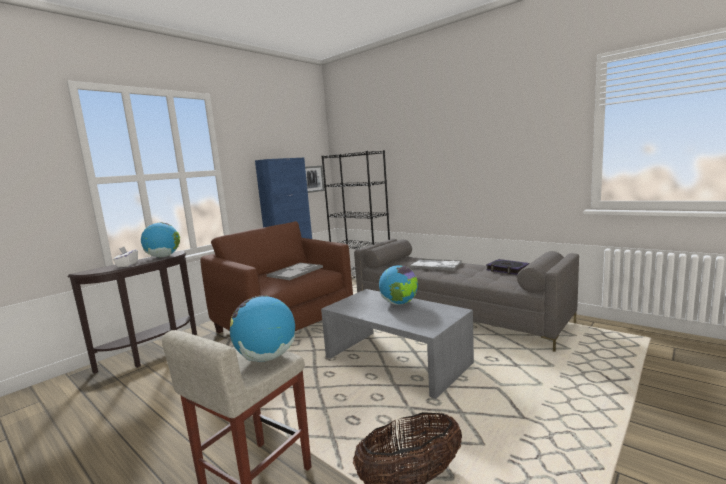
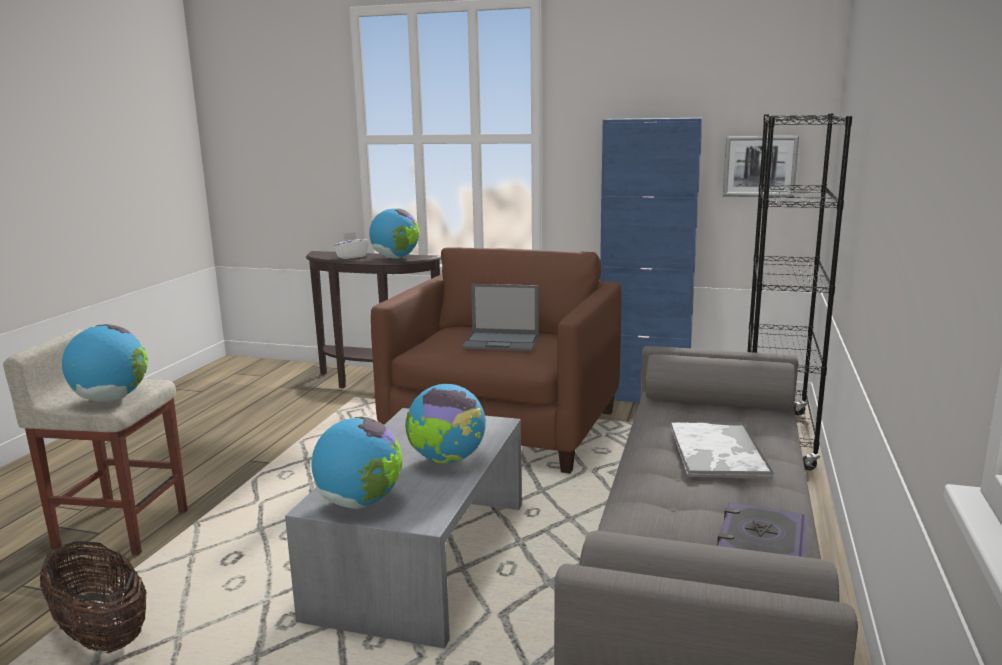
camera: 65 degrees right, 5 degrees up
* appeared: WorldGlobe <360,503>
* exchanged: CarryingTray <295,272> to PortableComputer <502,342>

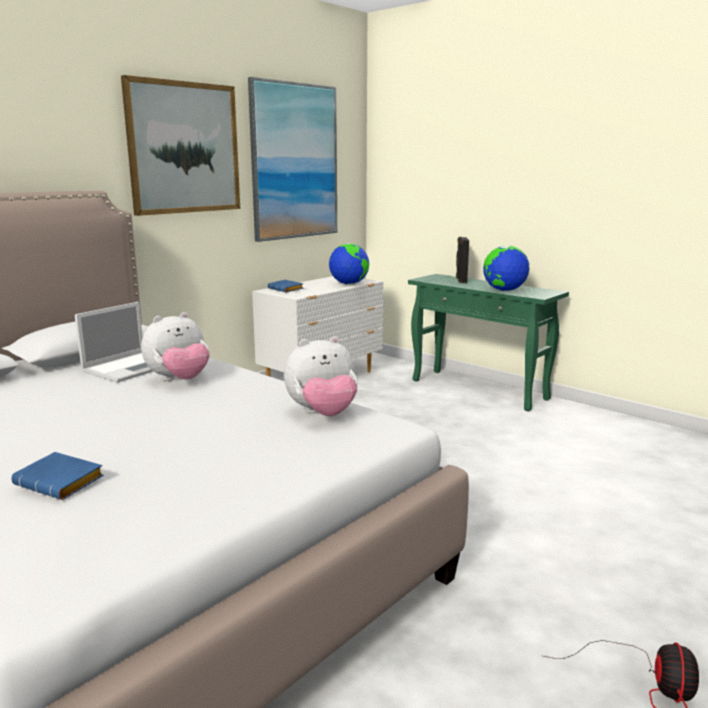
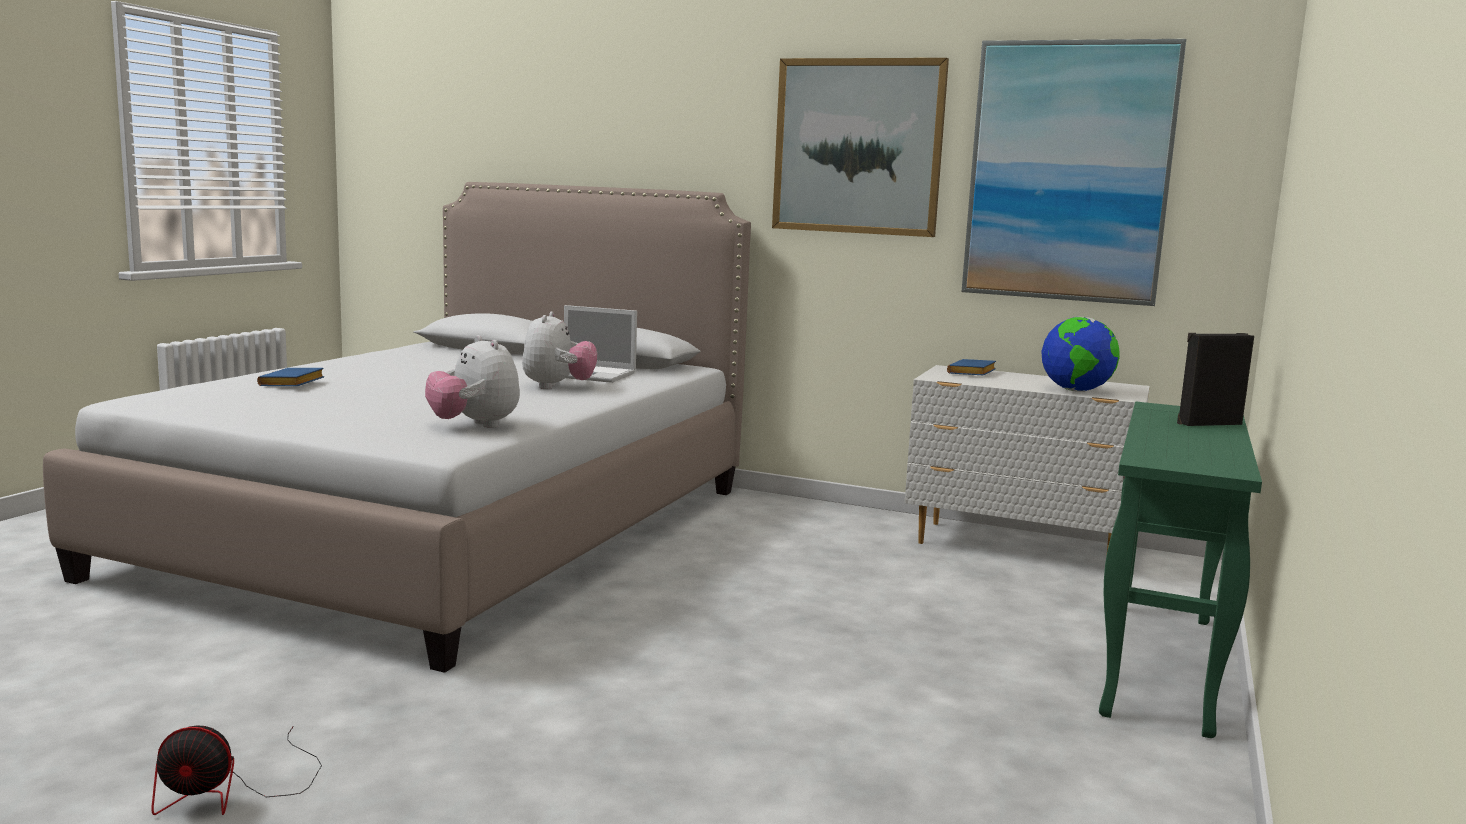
camera: 70 degrees right, 5 degrees down
* missing: WorldGlobe <504,290>
* spun: SoftToy <179,380> = <557,387> 120 degrees counterclockwise

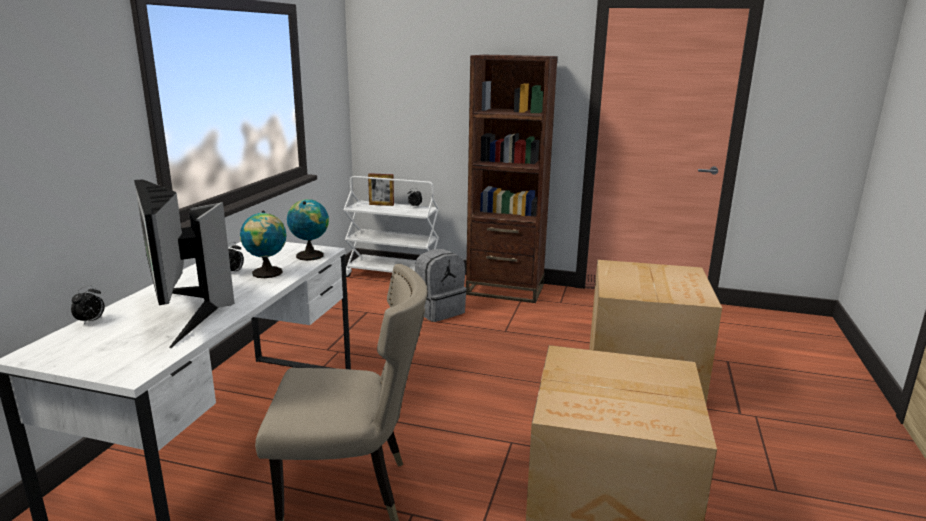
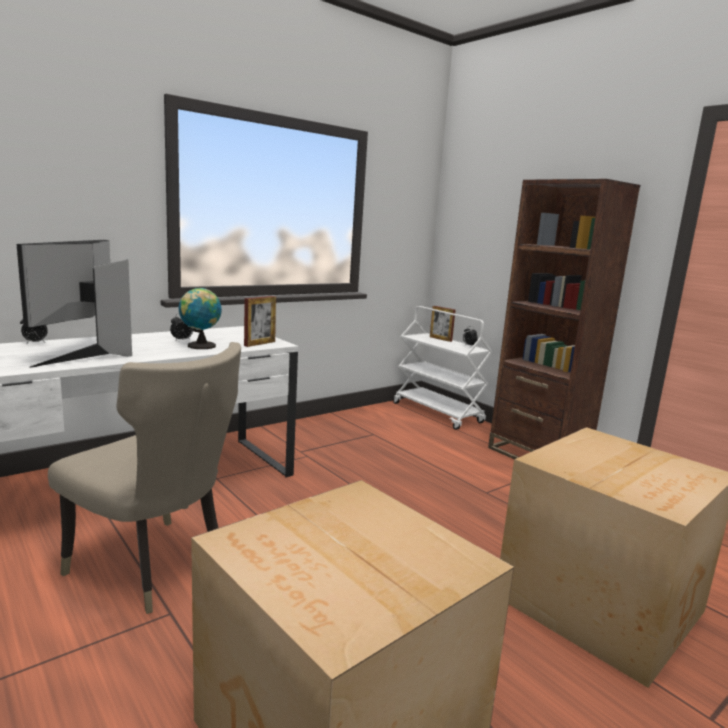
camera: 35 degrees right, 5 degrees down
* missing: GreyRucksack <438,311>
* exchanged: WorldGlobe <310,255> to PhotoFrame <259,343>

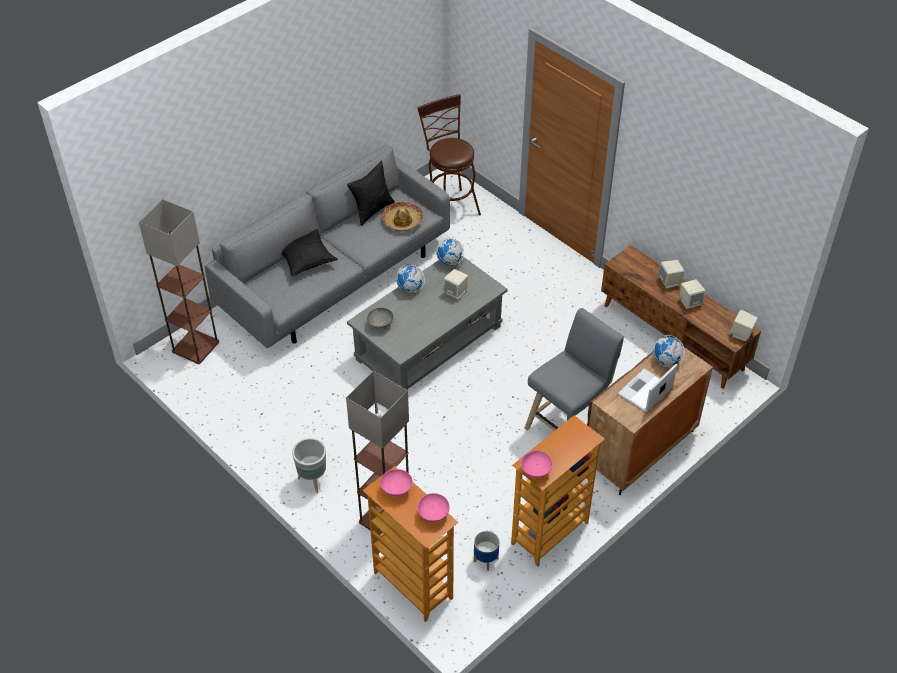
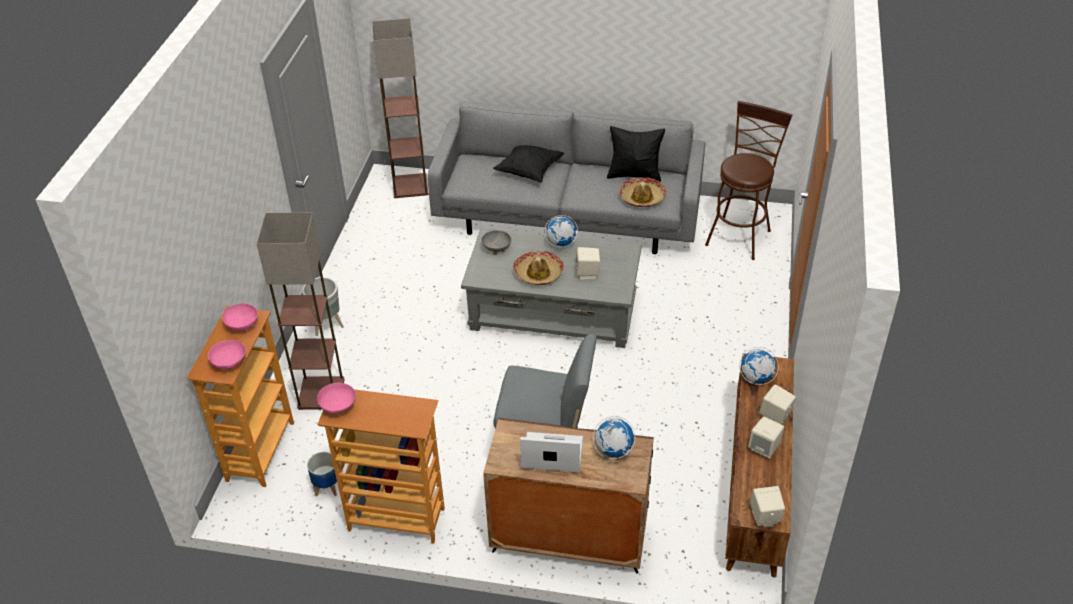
camera: 55 degrees right, 5 degrees down
* appeared: WearableHat <538,273>
* relocated: WorldGlobe <449,261> to <756,378>

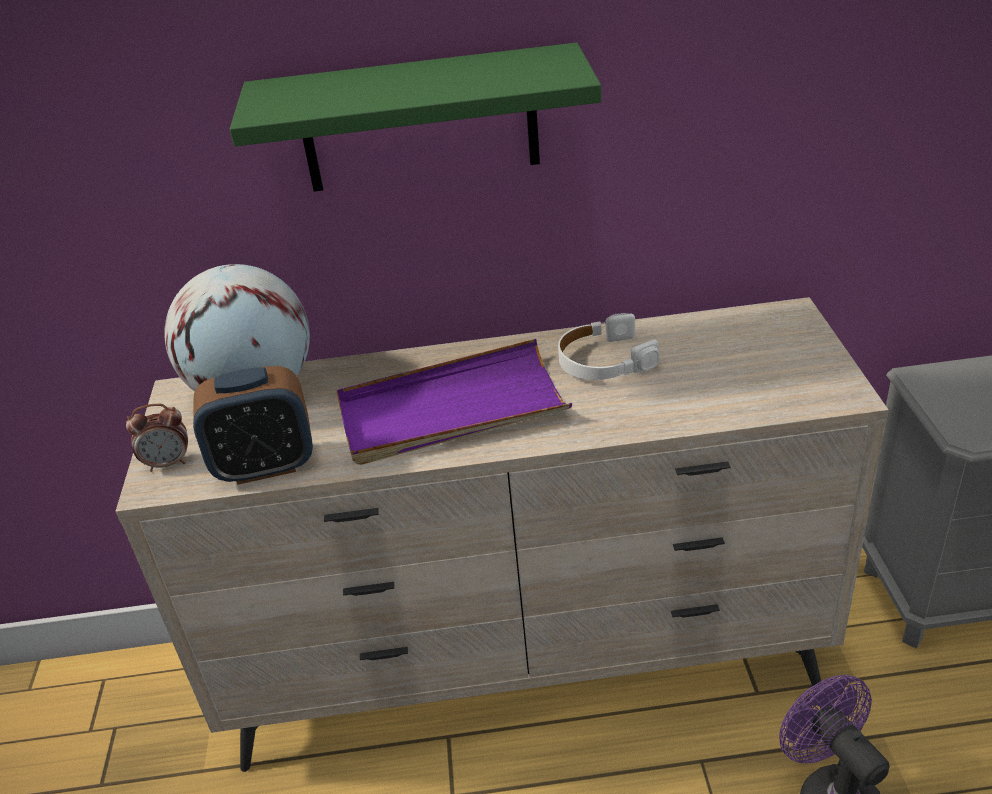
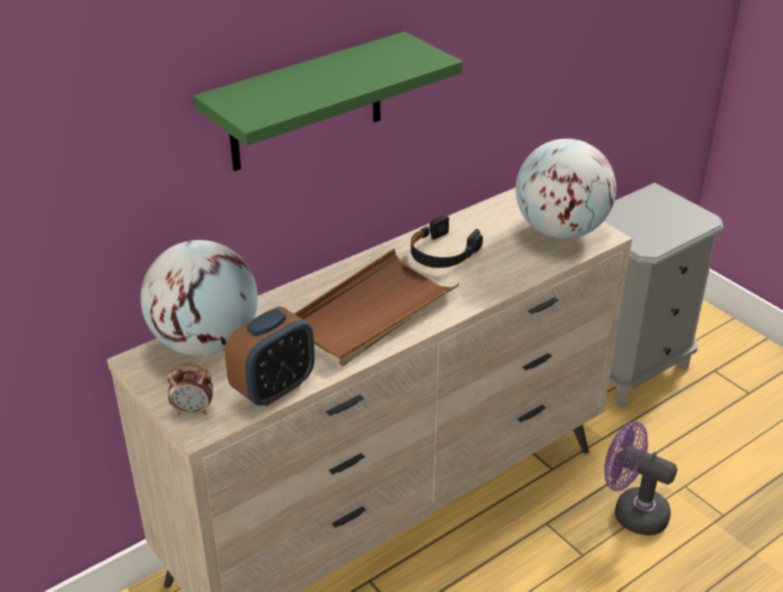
camera: 35 degrees left, 0 degrees up
* appeared: WorldGlobe <560,231>
* colour: PurplishCarryingTray <451,410> to BrownishCarryingTray <370,312>
* colour: WhitishPairOfHeadphones <604,361> to BlackColouredPairOfHeadphones <442,253>
* spun: TableClock <168,463> = <193,410> 45 degrees clockwise

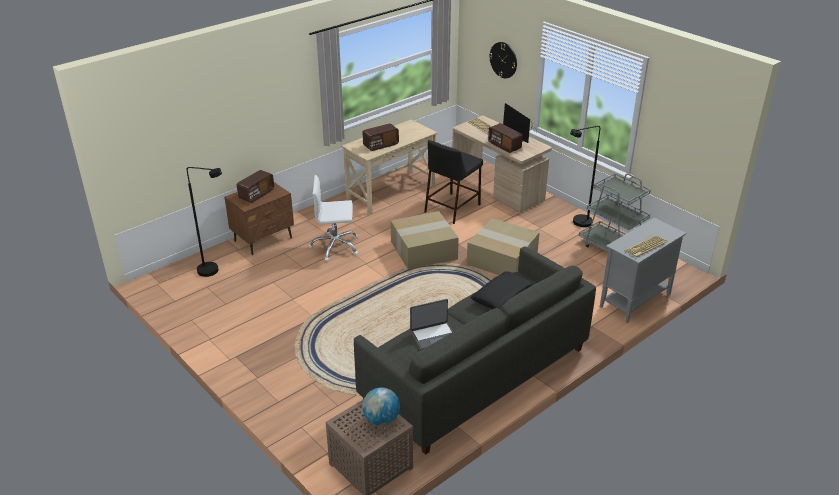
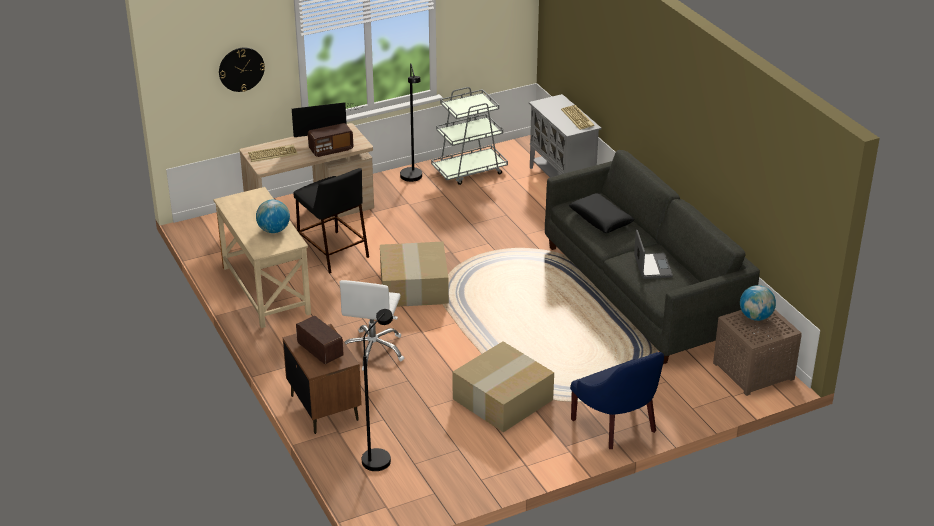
camera: 75 degrees left, 0 degrees up
* appeared: BluishEasyChair <617,424>
* relocated: CardboardBox <501,259> to <502,400>
* exchanged: RadioReceiver <381,145> to WorldGlobe <274,230>

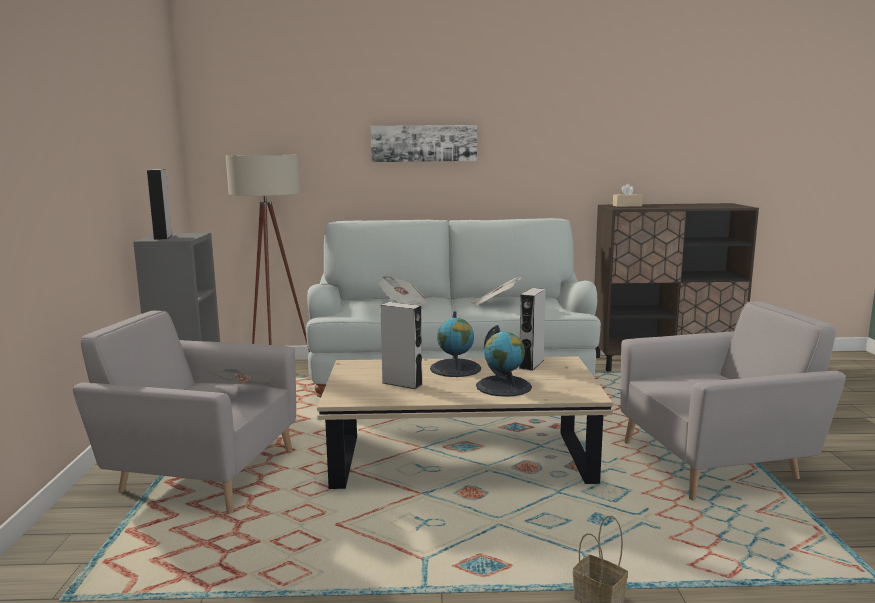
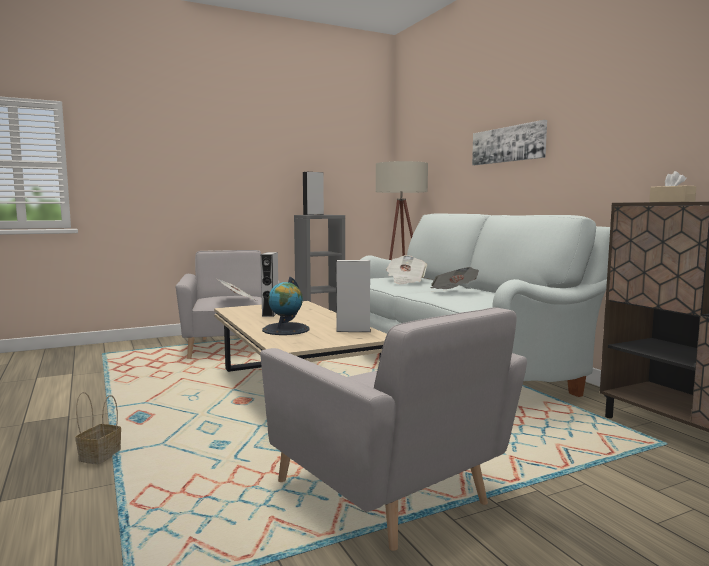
camera: 65 degrees right, 5 degrees down
* missing: WorldGlobe <455,368>

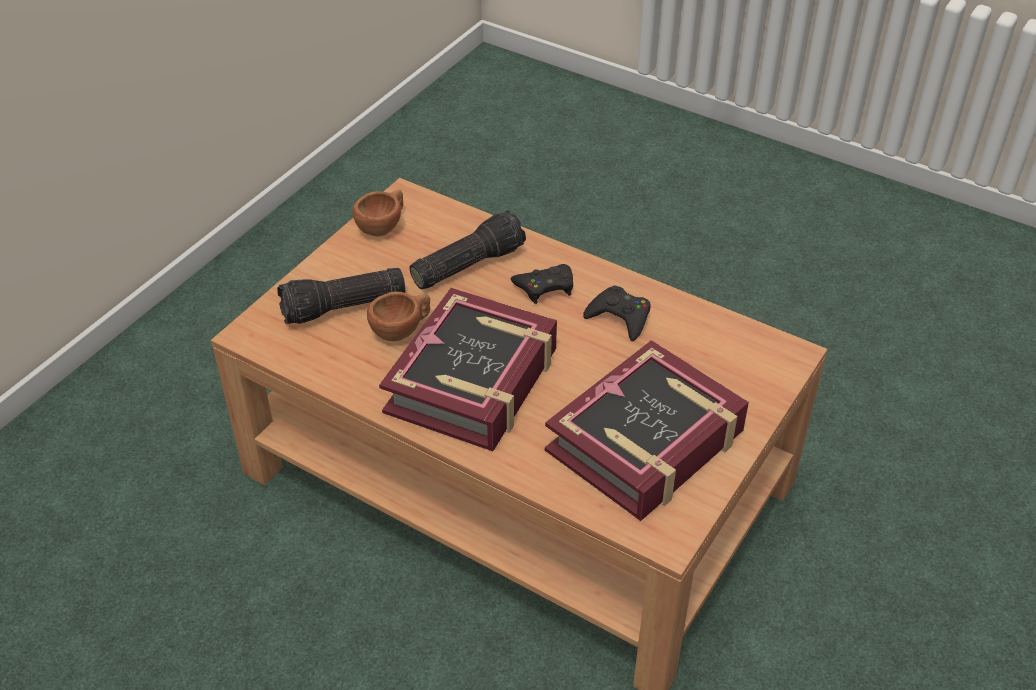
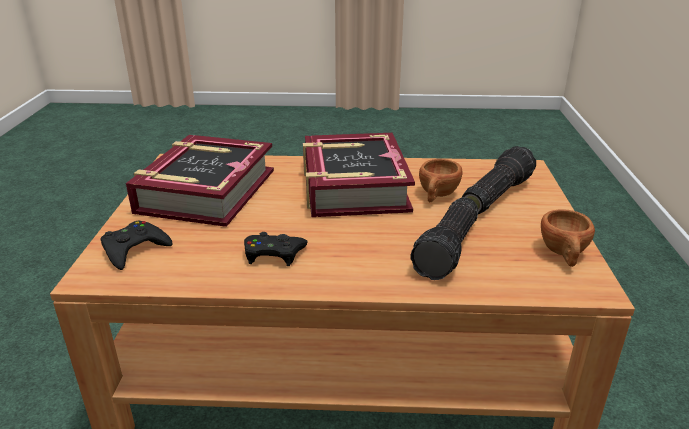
camera: 150 degrees right, 15 degrees down
* relocated: BlackColouredJoypad <545,287> to <134,250>

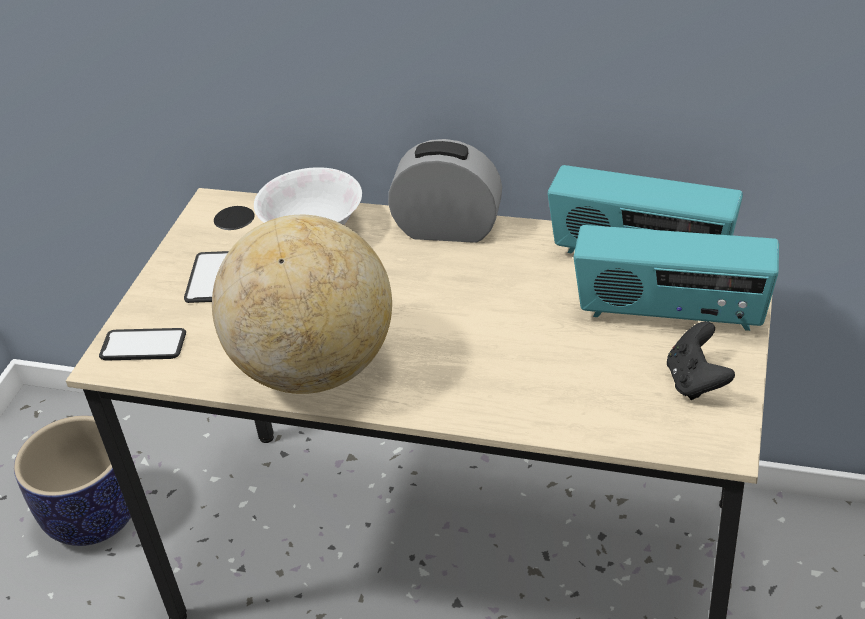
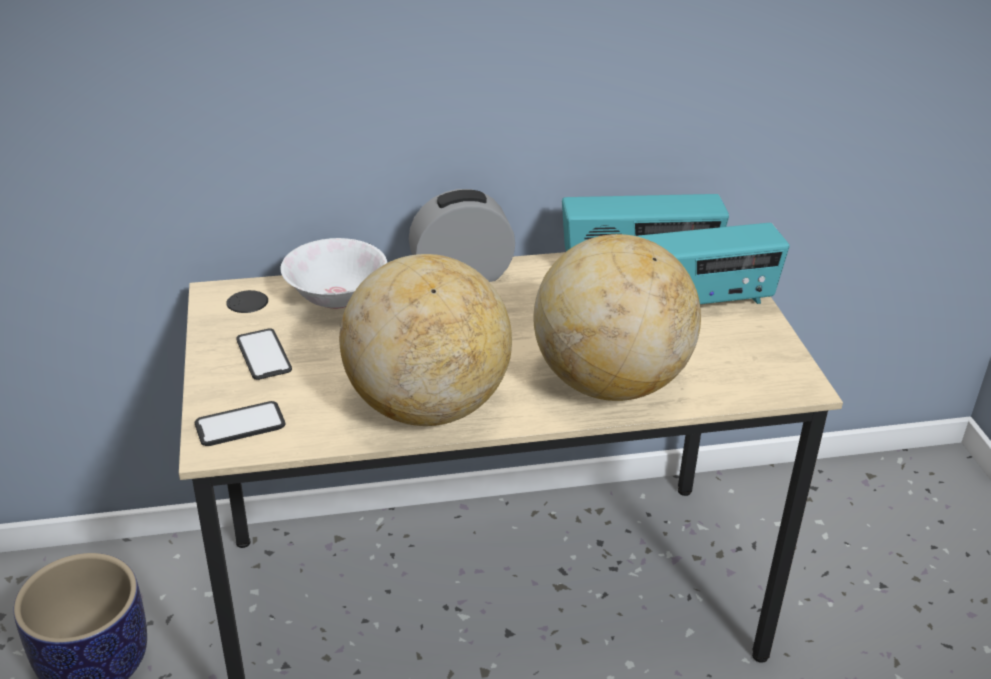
camera: 30 degrees left, 5 degrees down
* missing: BlackColouredJoypad <696,381>
* appeared: WorldGlobe <610,382>

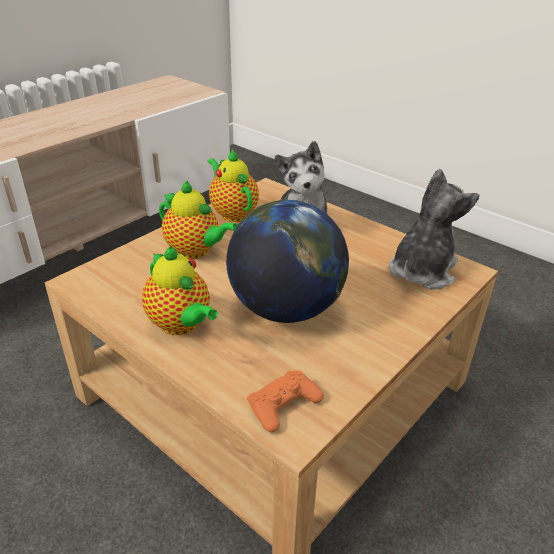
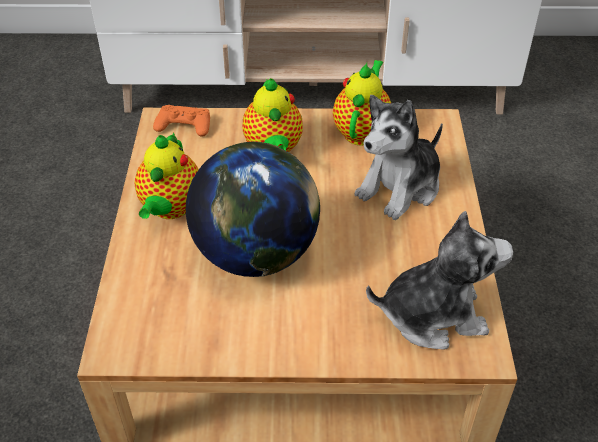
camera: 50 degrees right, 10 degrees up
* relocated: OrangeColouredJoypad <284,405> to <184,125>

